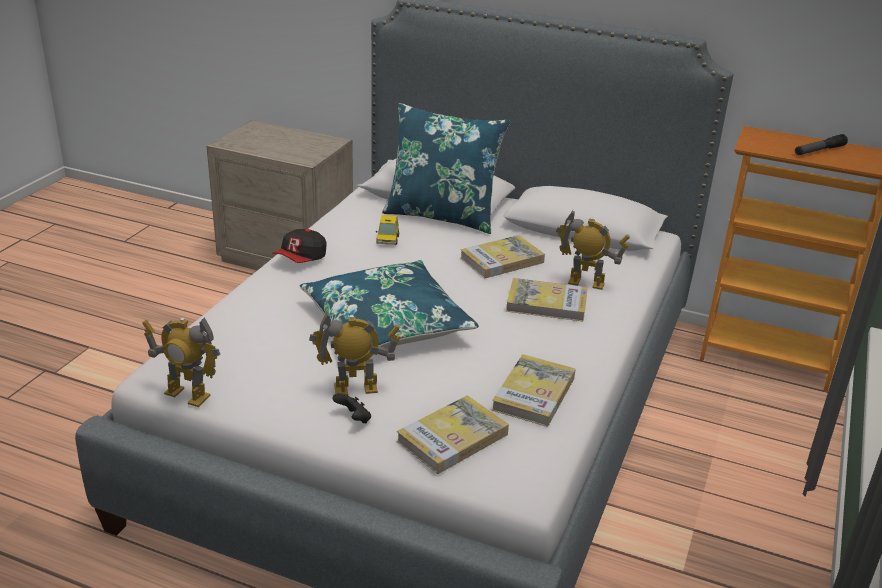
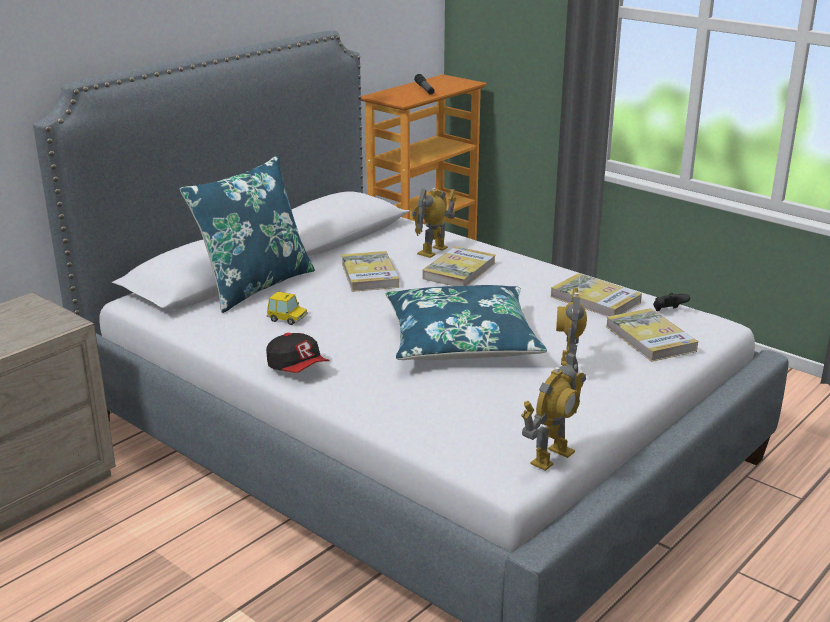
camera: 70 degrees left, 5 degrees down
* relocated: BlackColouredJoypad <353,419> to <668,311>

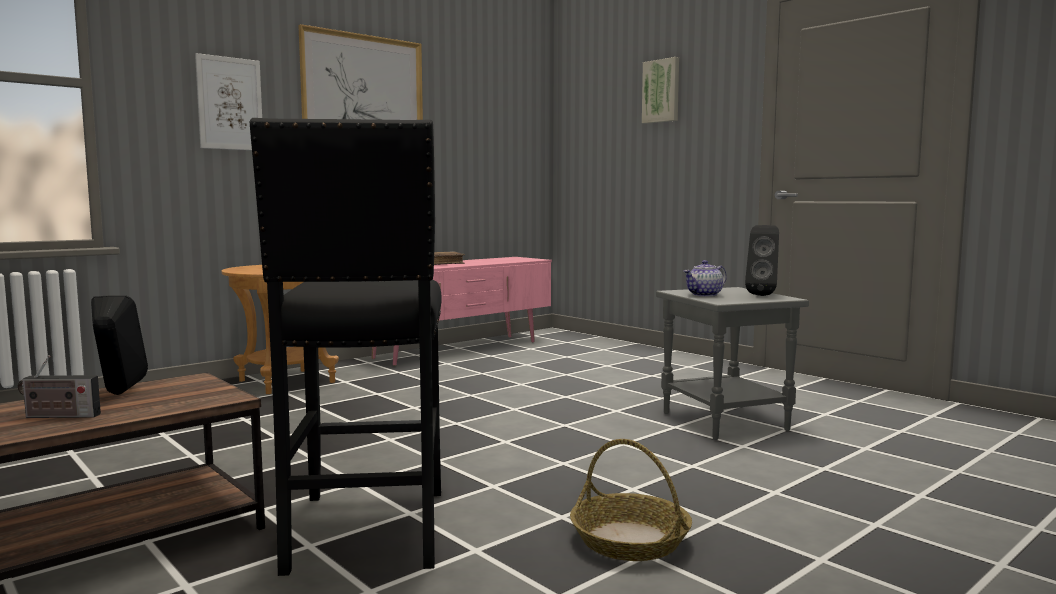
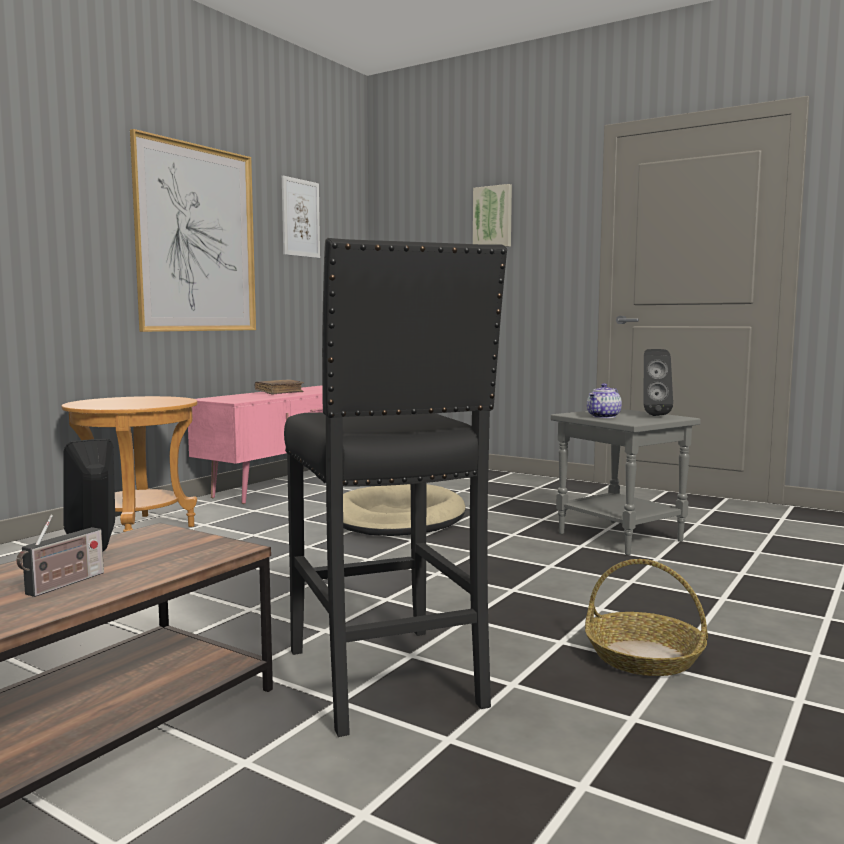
camera: 15 degrees left, 0 degrees up
* appeared: BeigeDogBed <398,518>
* relocated: WallPicture <230,103> to <300,218>
* spun: RadioReceiver <59,416> = <63,585> 45 degrees counterclockwise

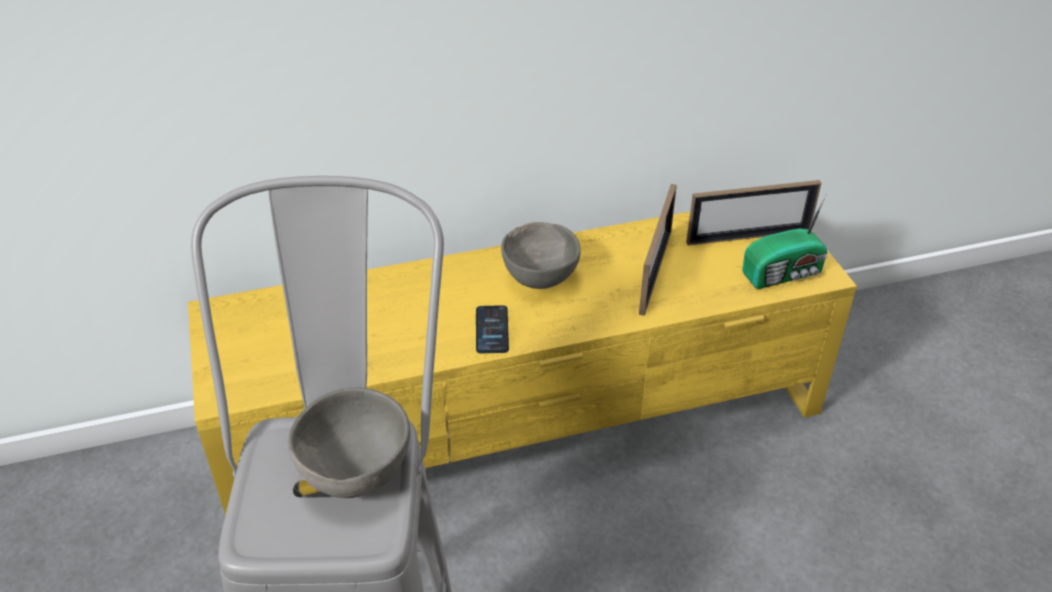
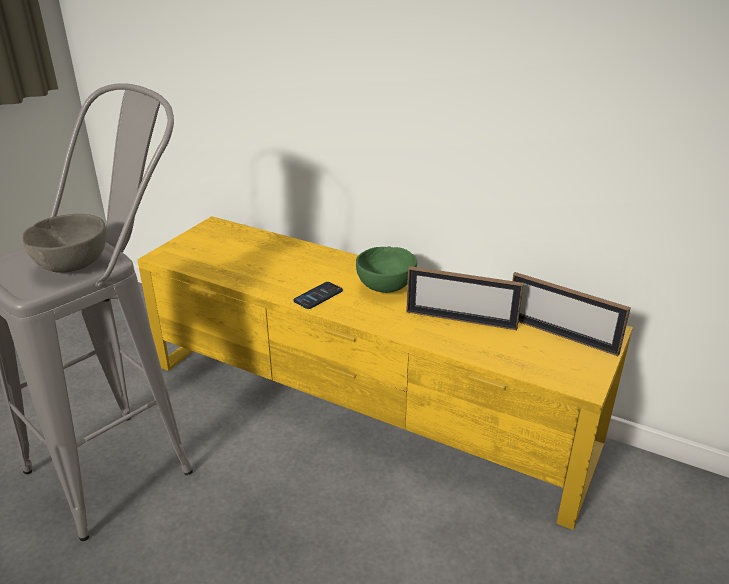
camera: 45 degrees right, 10 degrees down
* missing: RadioReceiver <784,274>
* colour: GreyDeepDish <541,277> to GreenDeepDish <387,287>
* spun: PhotoFrame <655,272> = <460,320> 45 degrees clockwise

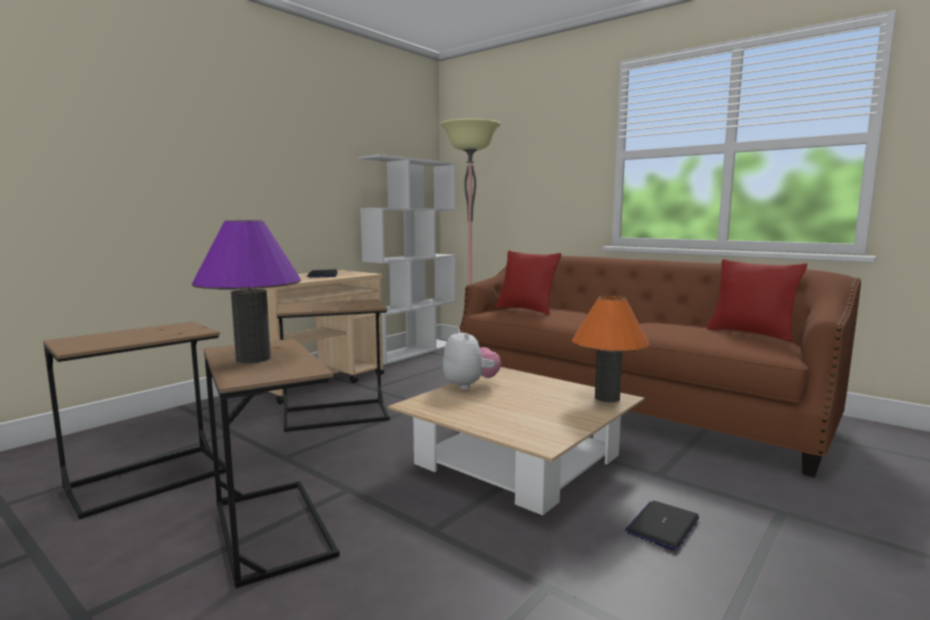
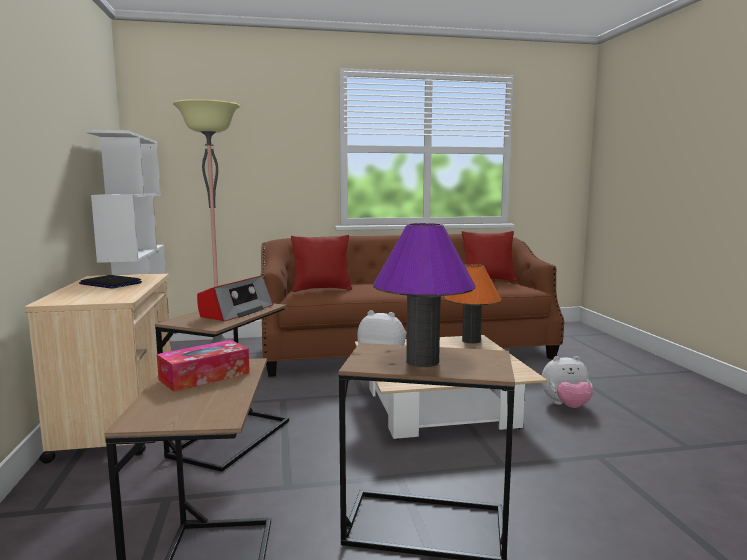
camera: 50 degrees left, 0 degrees up
* appeared: BoxOfTissues <204,376>
* appeared: RadioReceiver <236,311>
* exchanged: PortableComputer <663,526> to SoftToy <566,406>

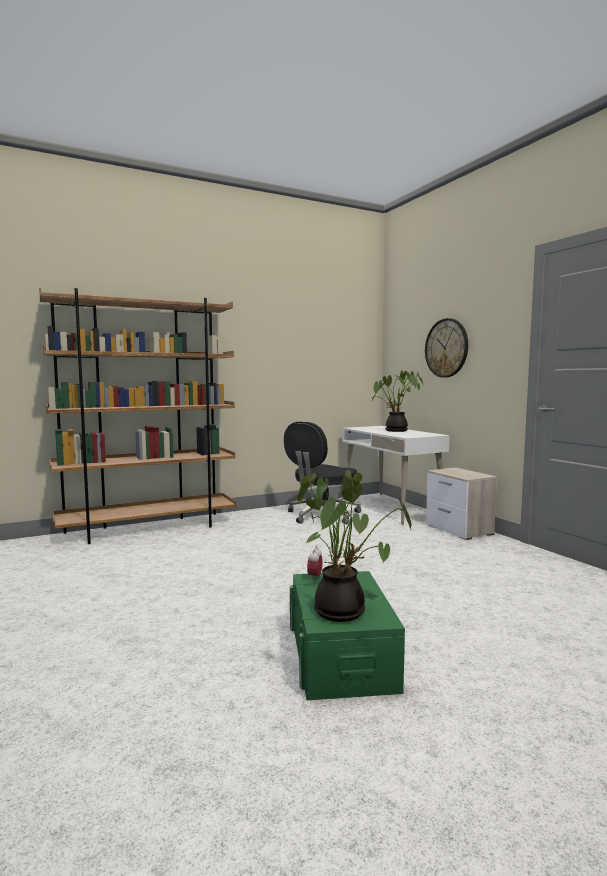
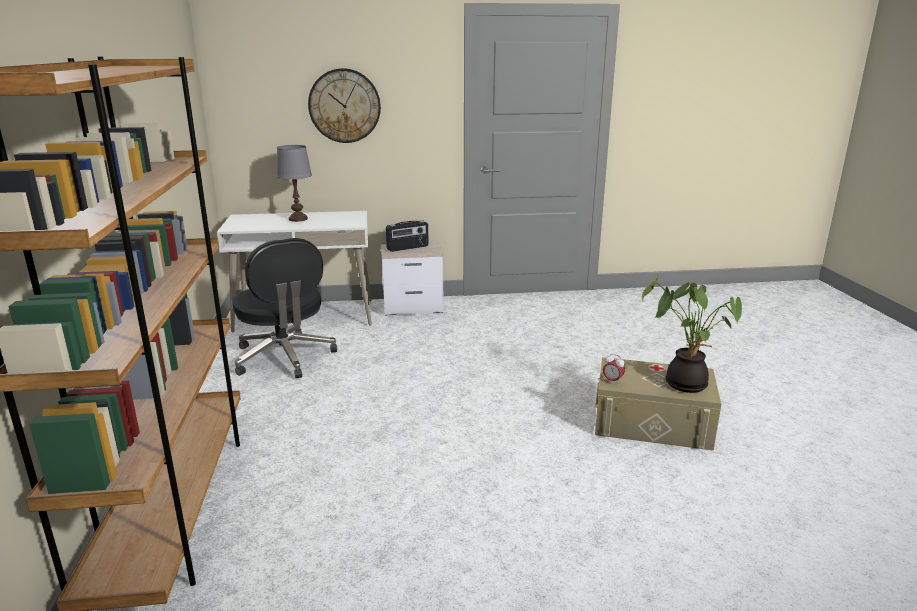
camera: 70 degrees left, 15 degrees up
* appeared: RadioReceiver <408,248>
* exchanged: PlantInAPot <395,431> to GreyTabletopLamp <298,219>
* colour: GreenStorageBox <341,656> to BeigeStorageBox <652,423>

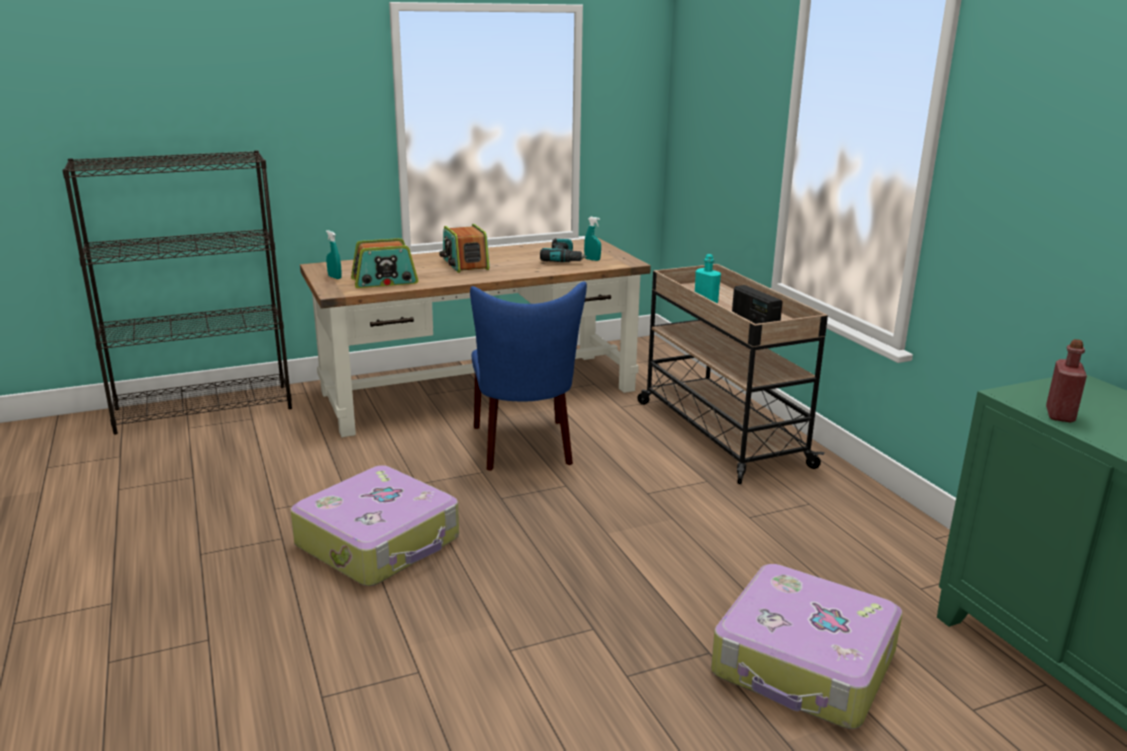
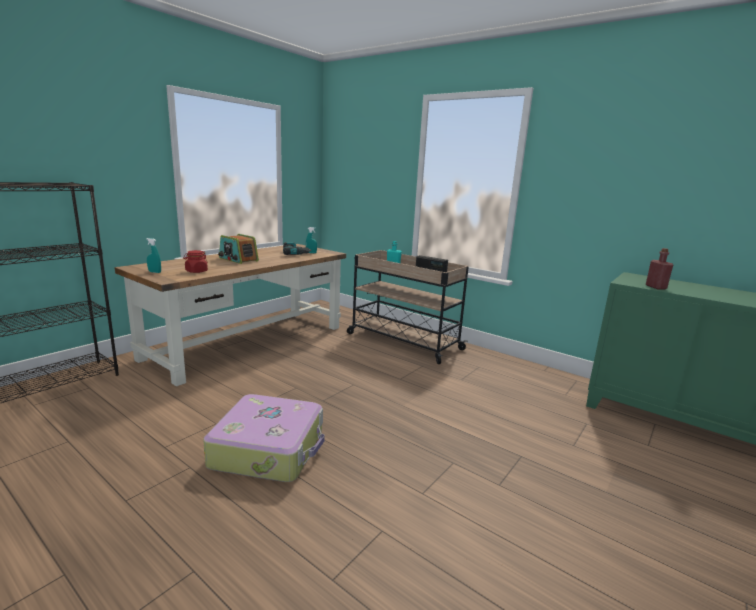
camera: 30 degrees left, 5 degrees down
* missing: BluishUprightChair <524,448>
* missing: Suitcase <804,665>
* exchanged: RadioReceiver <384,281> to RedStorageJar <196,271>

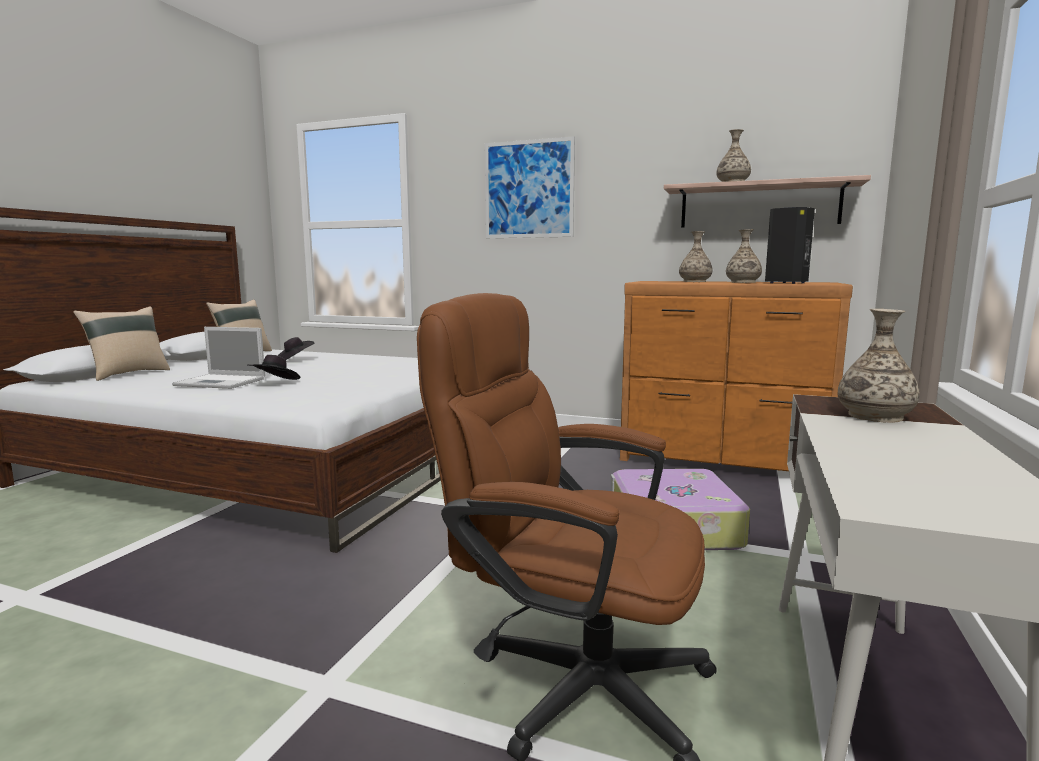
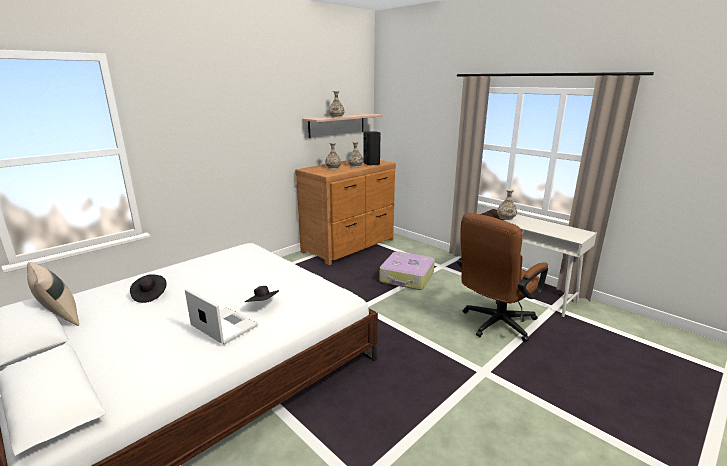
camera: 65 degrees left, 10 degrees up
* missing: BeigeCushion <128,374>
* missing: WallPicture <528,189>
* spun: PortableComputer <222,382> = <223,326> 90 degrees counterclockwise

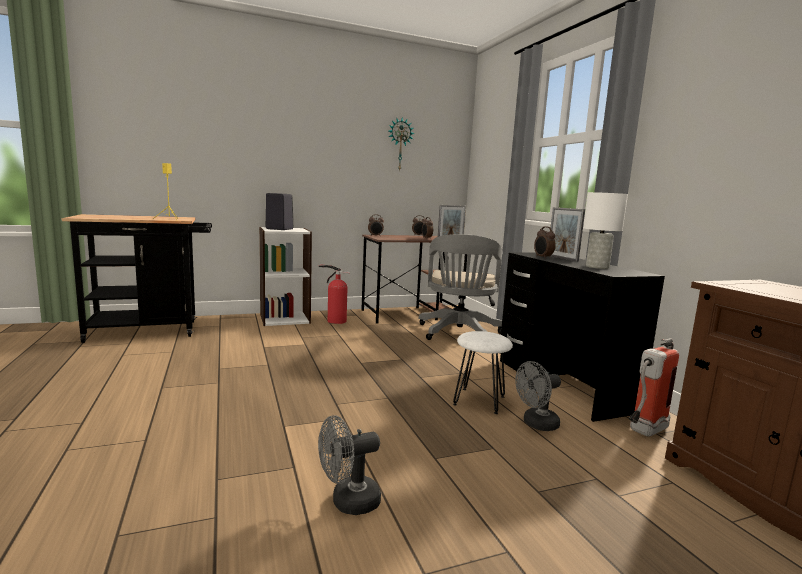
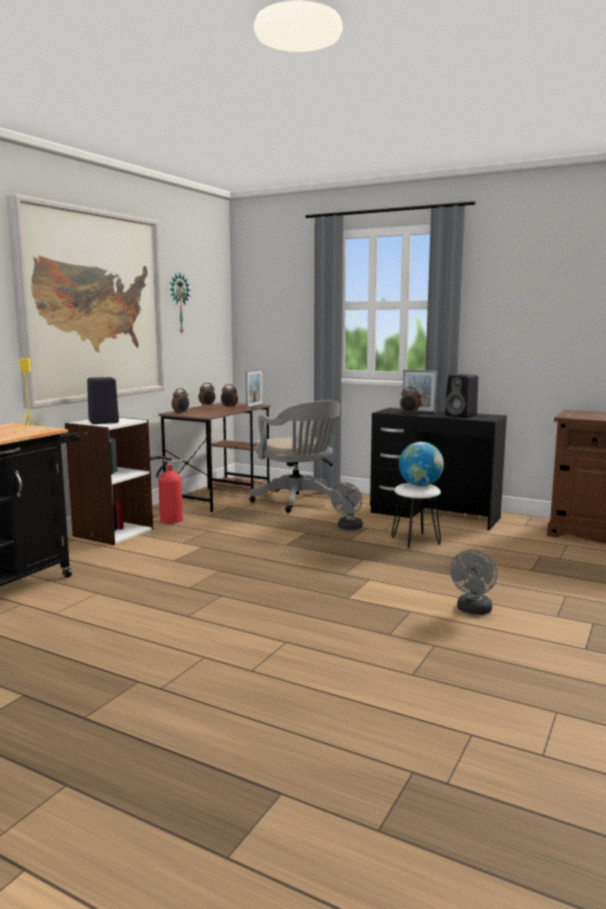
camera: 40 degrees left, 0 degrees up
* missing: FireExtinguisher <644,431>
* appeared: WallPicture <92,306>
* appeared: WorldGlobe <420,485>
* relocated: GreyElectricFan <536,424> to <348,527>
* exchanged: WhitishTabletopLamp <598,267> to BlackColouredAudioSpeaker <462,415>

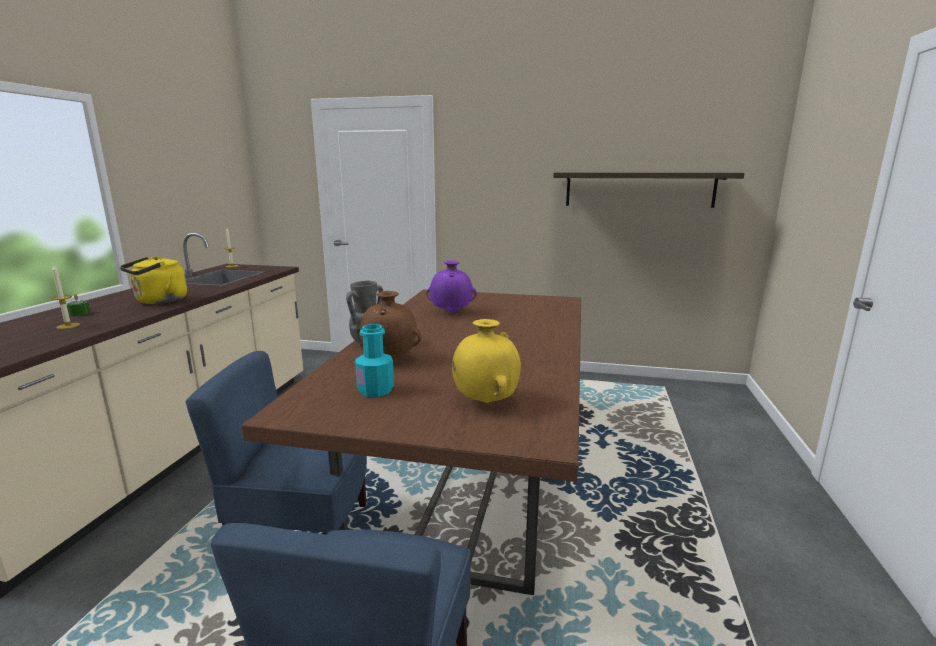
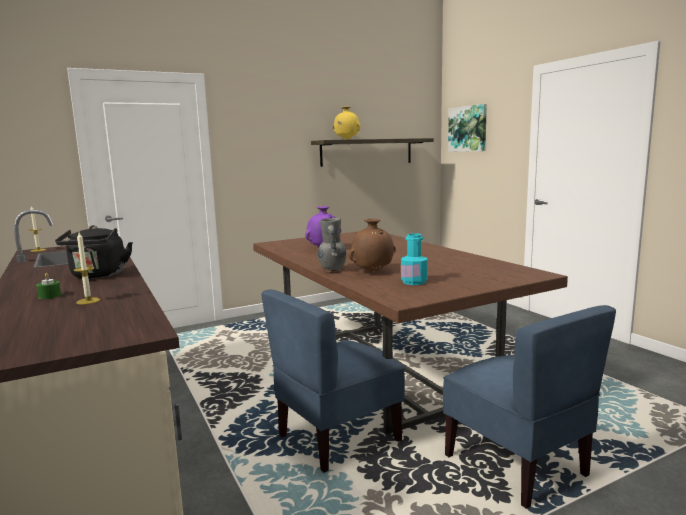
camera: 40 degrees left, 5 degrees down
* appeared: WallPicture <468,129>
* relocated: YellowColouredDecorativeVase <485,402> to <346,139>
* colour: YellowColouredWaterKettle <159,301> to BlackColouredWaterKettle <98,276>

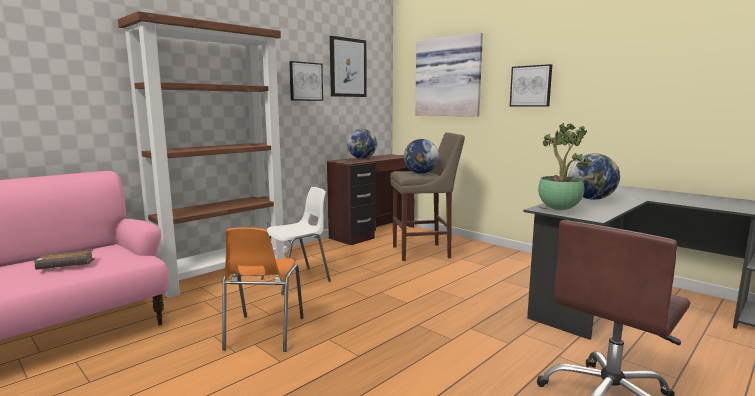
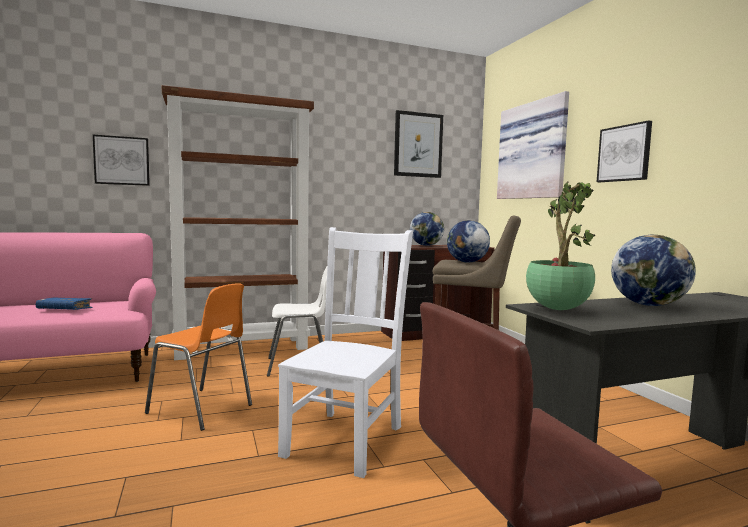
camera: 25 degrees right, 5 degrees down
* appeared: WhitishUprightChair <346,439>
* relocated: WallPicture <305,81> to <122,160>
* colour: BrownishVolume <66,266> to BluishVolume <64,310>
* spun: OrangeColouredUprightChair <263,334> = <202,409> 90 degrees counterclockwise

